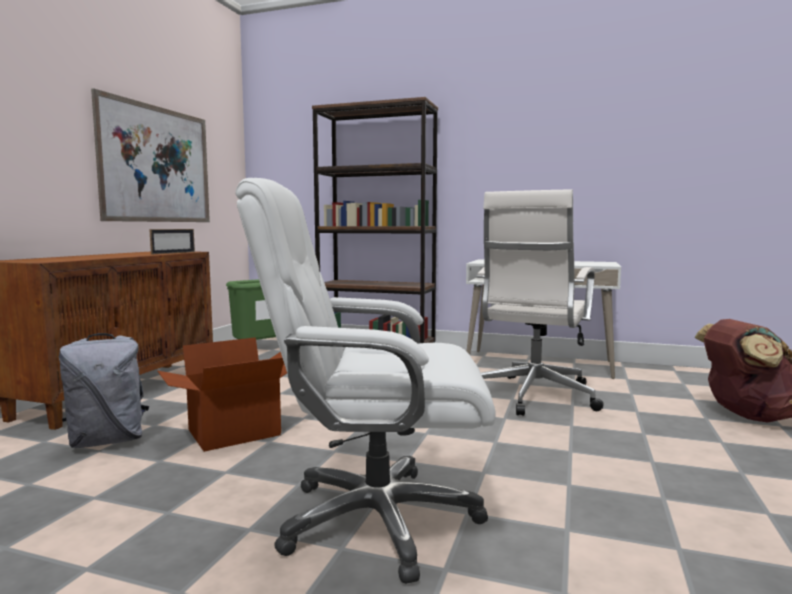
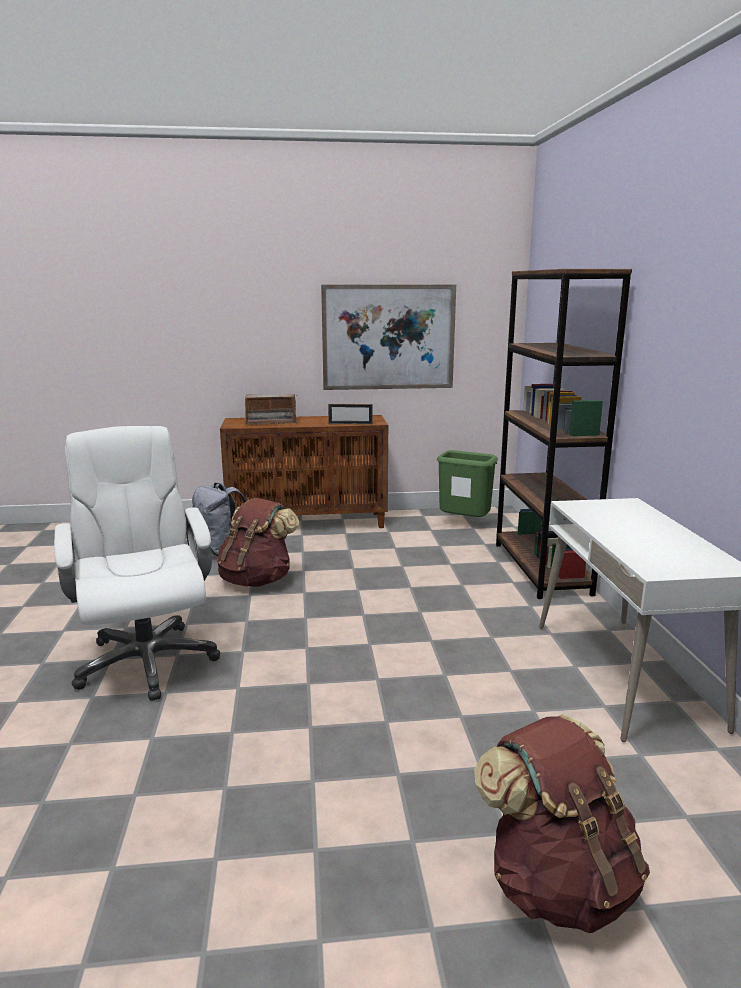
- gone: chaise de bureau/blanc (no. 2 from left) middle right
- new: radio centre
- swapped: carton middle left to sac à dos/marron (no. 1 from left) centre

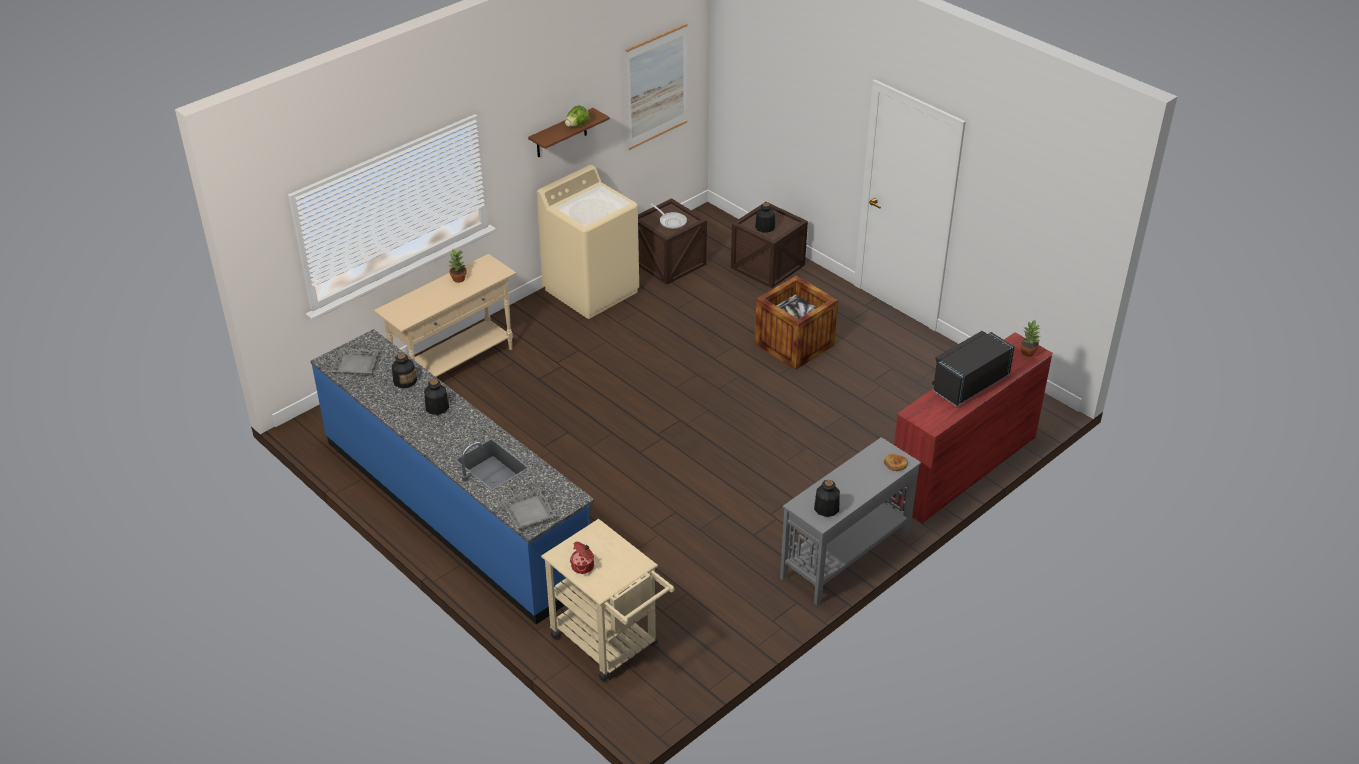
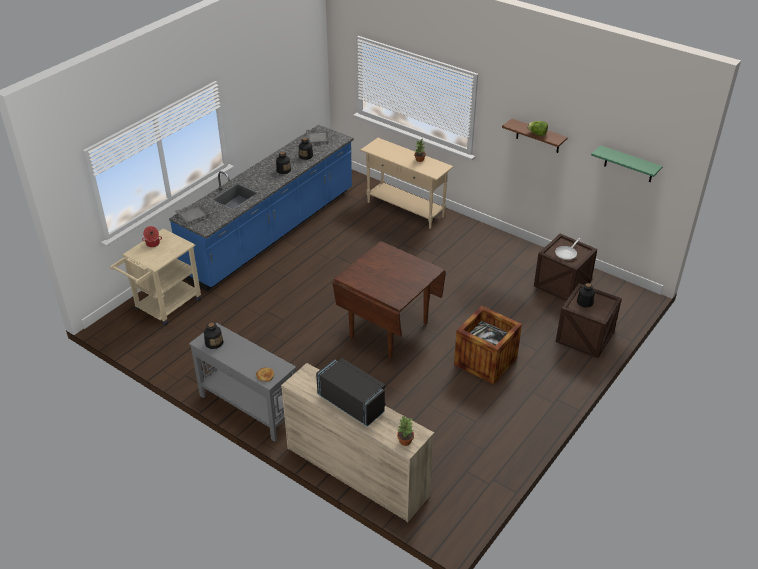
- gone: lave-linge/beige top centre
- new: table à manger/marron centre
- swapped: tableau top centre to étagère/vert top right
- repainted: commode/rouge middle right to commode/beige bottom centre

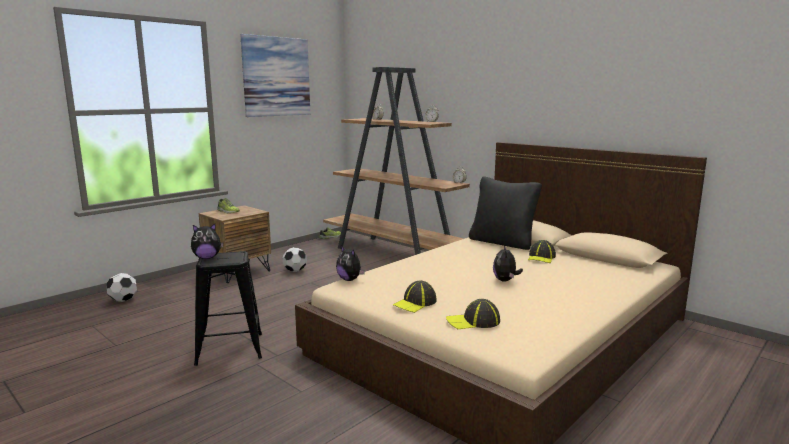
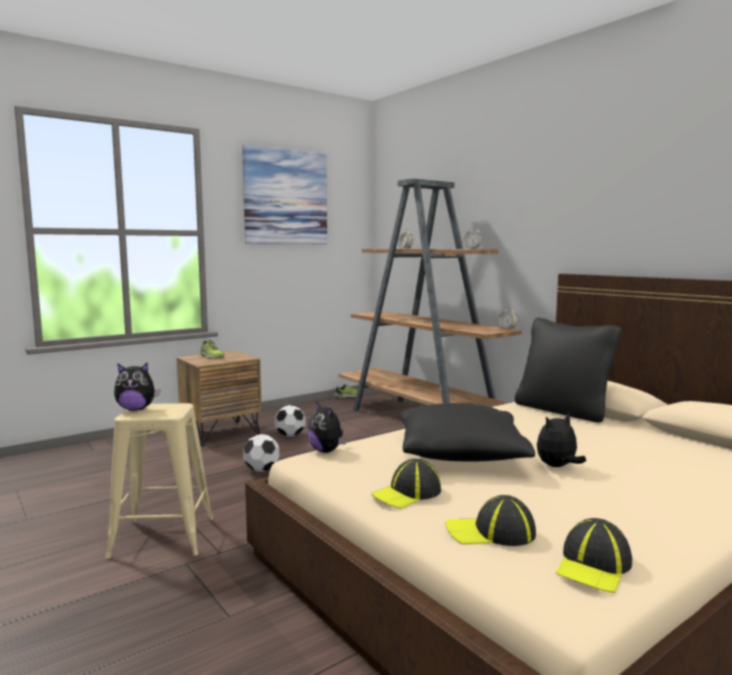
- new: coussin/noir (no. 1 from left) centre
- shifted: ballon de foot (no. 1 from left) middle left to bottom centre
- shifted: casquette (no. 3 from left) middle right to bottom right
- repainted: tabouret/noir bottom left to tabouret/beige bottom left
- rotated: peluche (no. 3 from left) centre = middle right 45 degrees clockwise

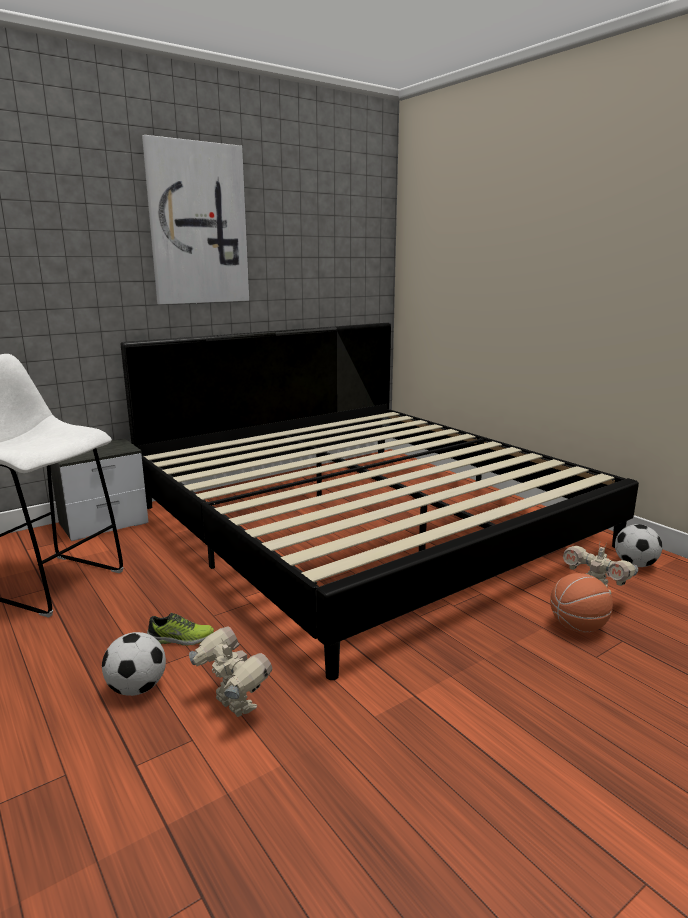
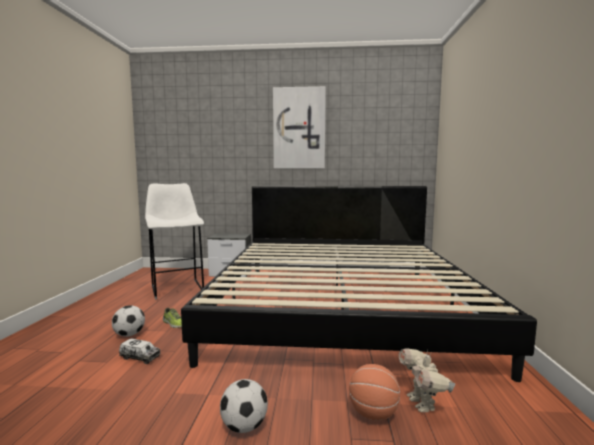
- shifted: ballon de foot (no. 2 from left) middle right to bottom centre
- swapped: robot jouet (no. 1 from left) bottom centre to camion jouet bottom left

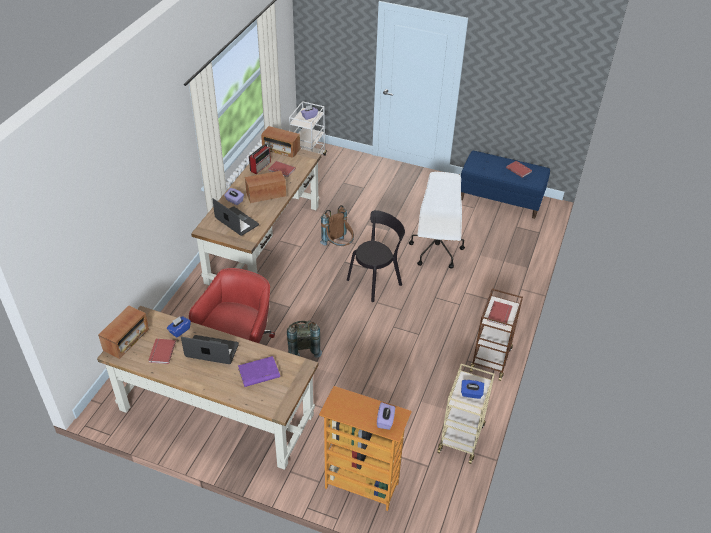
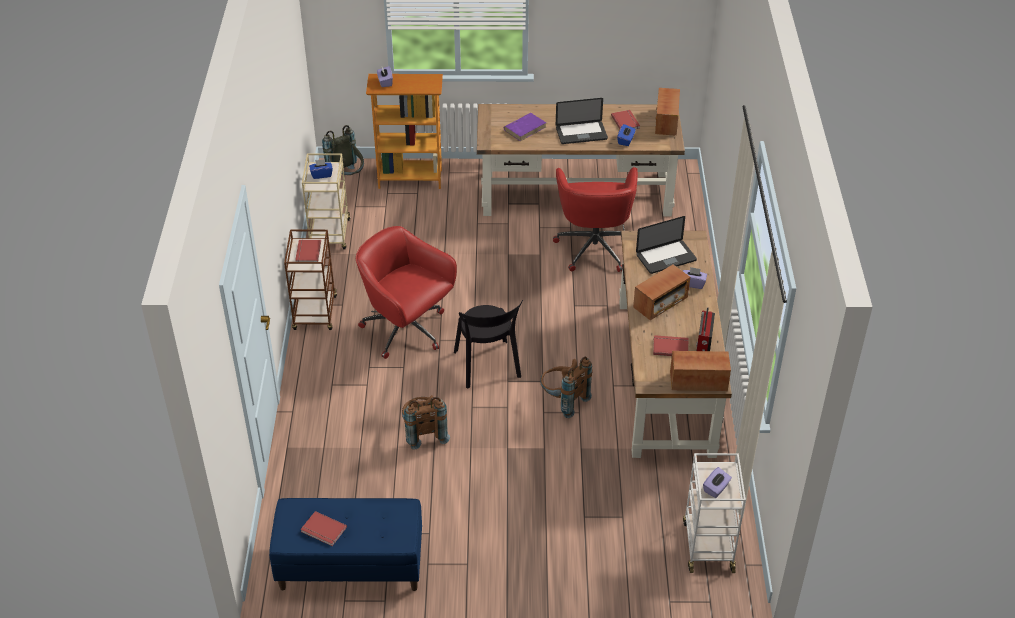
- new: chaise de bureau/rouge (no. 1 from left) centre
- shifted: sac à dos/gris centre to top centre
- swapped: chaise de bureau/blanc centre to sac à dos/marron (no. 1 from left) bottom centre
- rotated: ordinateur portable (no. 2 from left) middle left = centre 45 degrees counterclockwise
- rotated: chaise/noir centre = centre 45 degrees counterclockwise

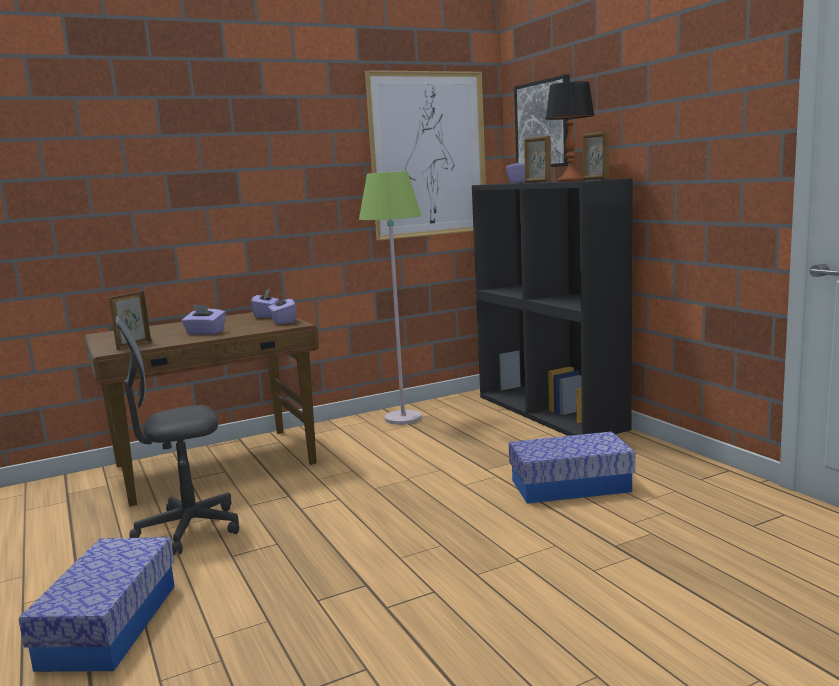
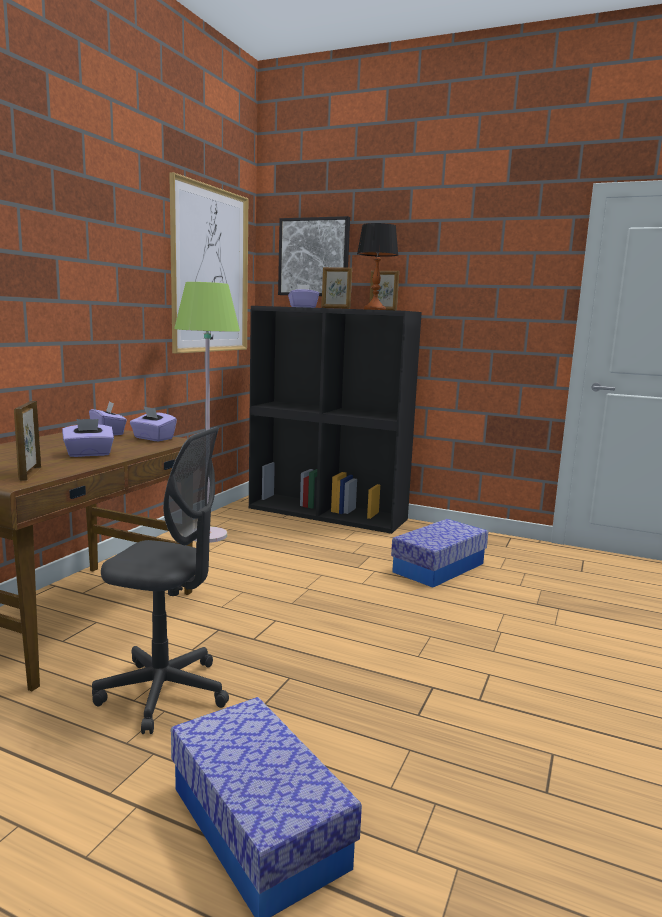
- rotated: chaise de bureau/gris middle left = middle left 105 degrees counterclockwise

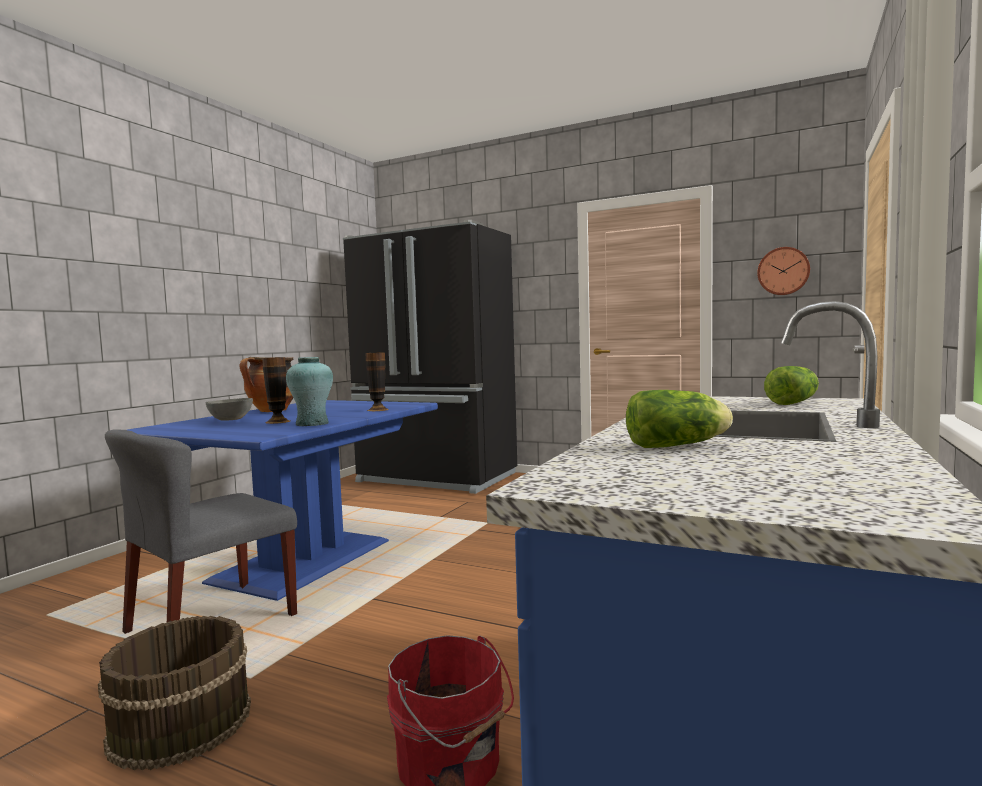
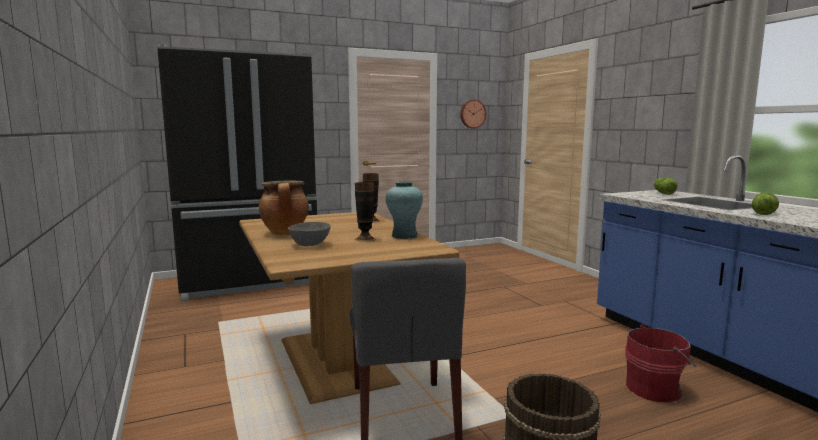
- repainted: table à manger/bleu middle left to table à manger/marron bottom centre

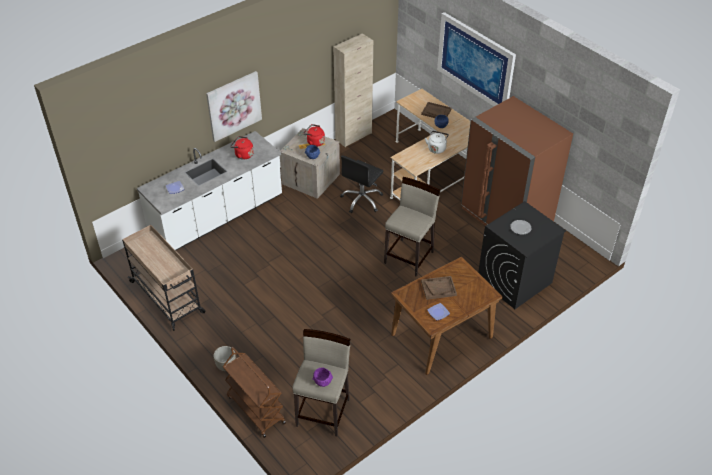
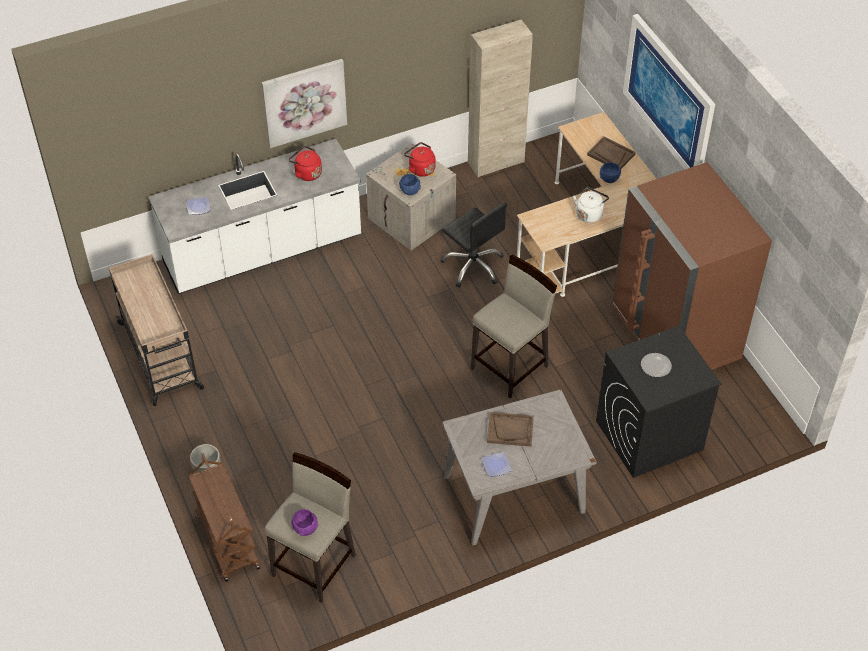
- repainted: table à manger/marron centre to table à manger/gris bottom centre
- rotated: chaise de bureau/noir centre = centre 90 degrees counterclockwise

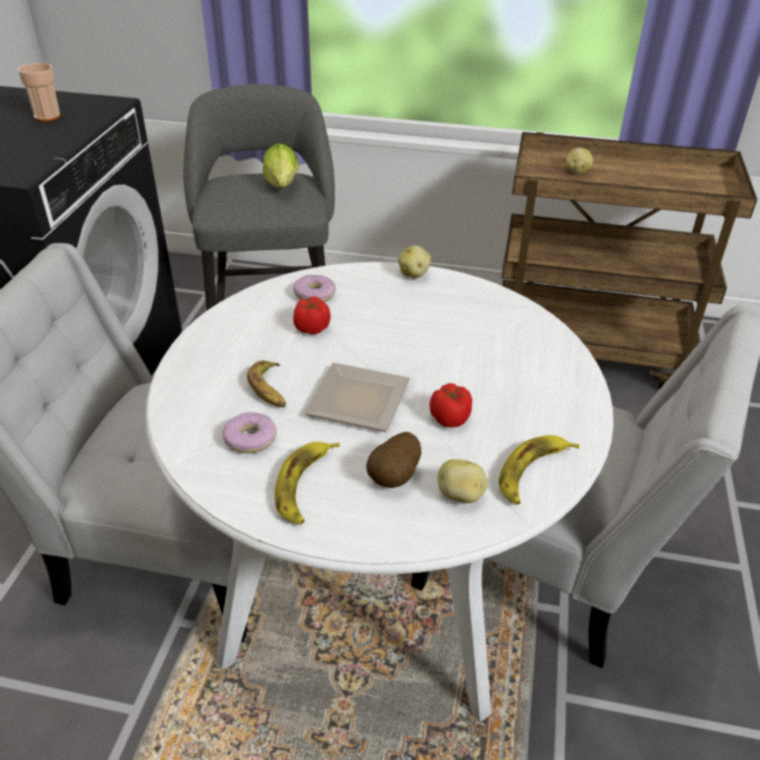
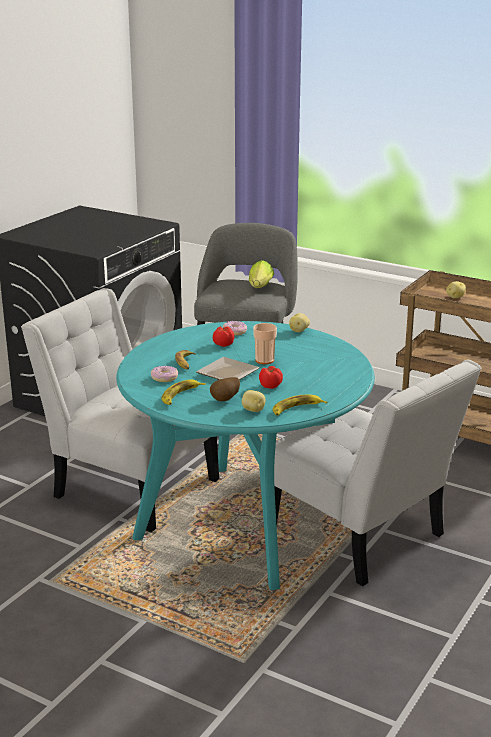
- shifted: tasse top left to centre
- repainted: table à manger/blanc centre to table à manger/turquoise centre

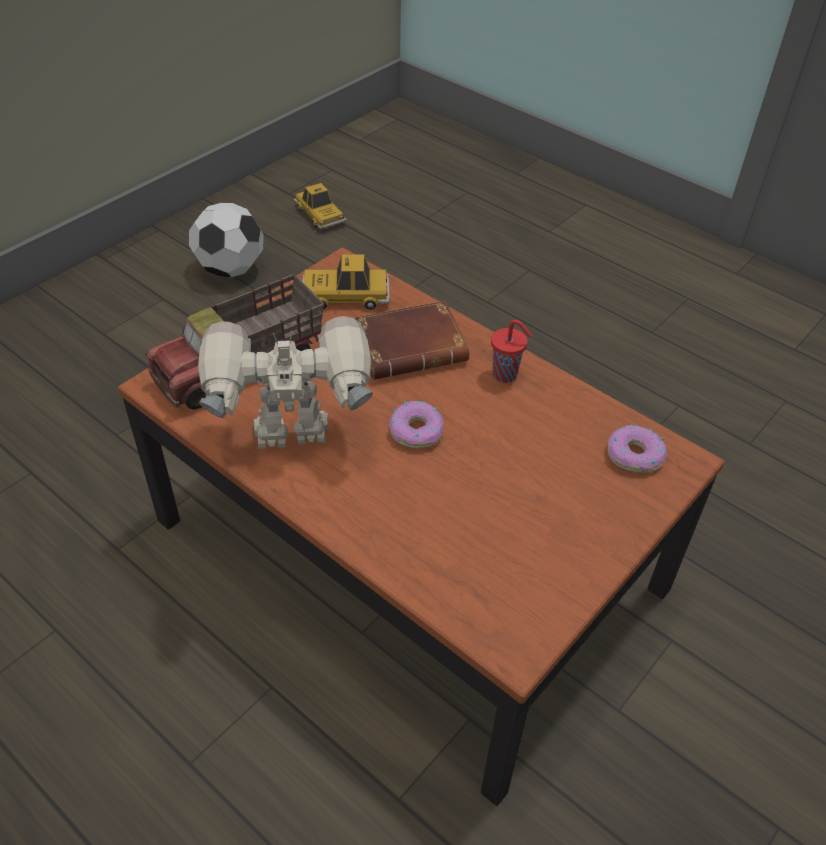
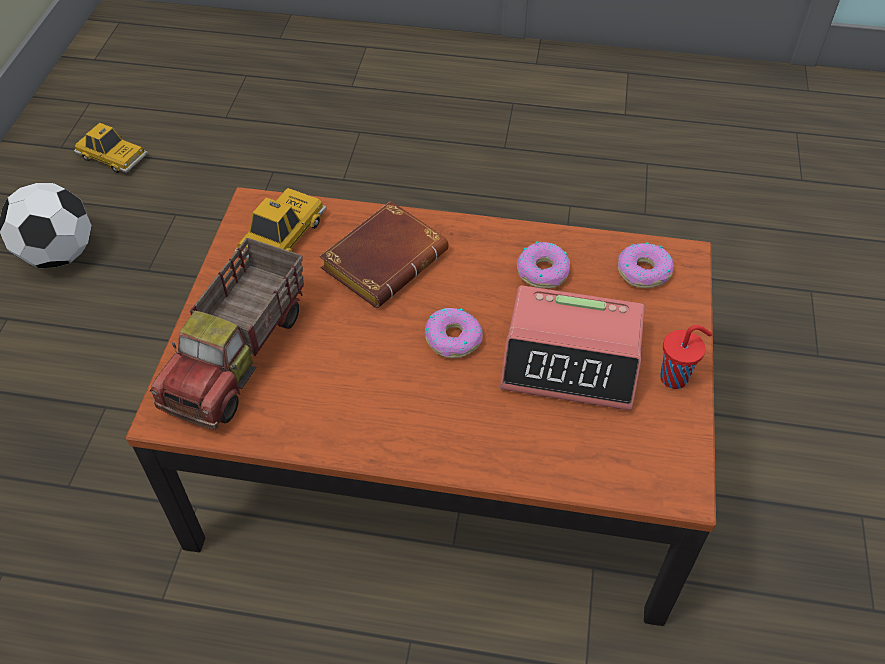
- gone: robot jouet centre
- new: réveil centre
- new: beignet (no. 2 from left) centre
- shifted: tasse/rouge centre to middle right
- rotated: petite voiture (no. 2 from left) centre = middle left 150 degrees clockwise

